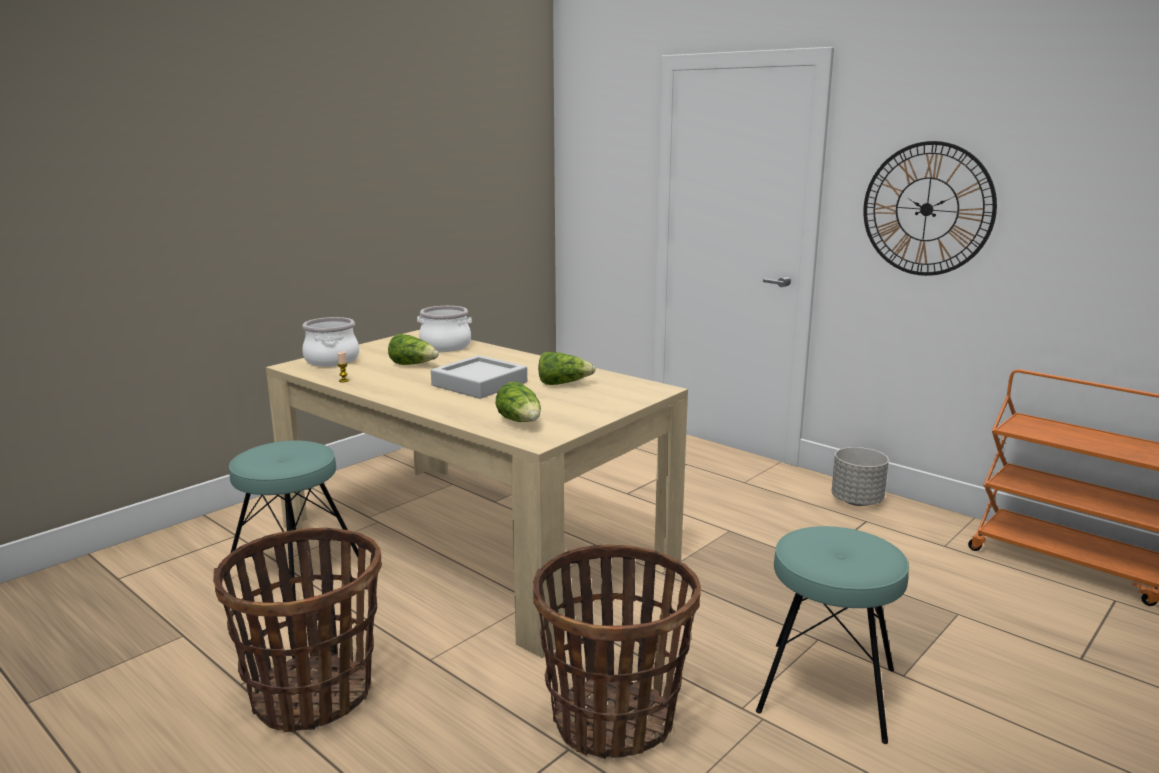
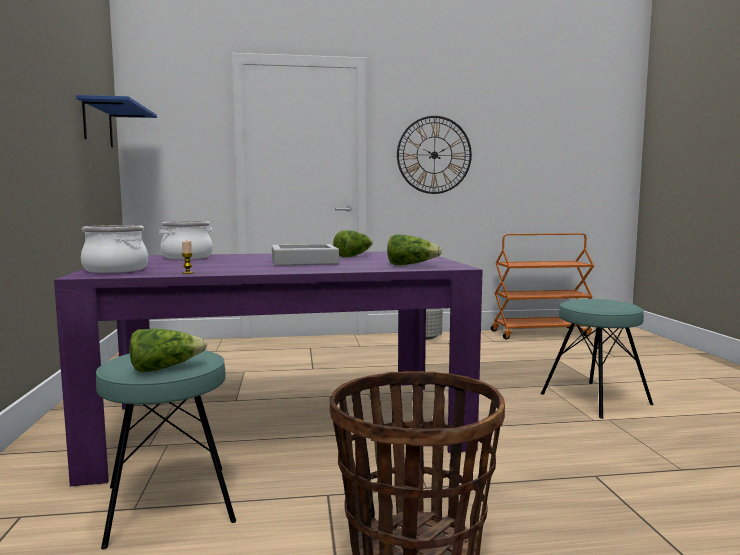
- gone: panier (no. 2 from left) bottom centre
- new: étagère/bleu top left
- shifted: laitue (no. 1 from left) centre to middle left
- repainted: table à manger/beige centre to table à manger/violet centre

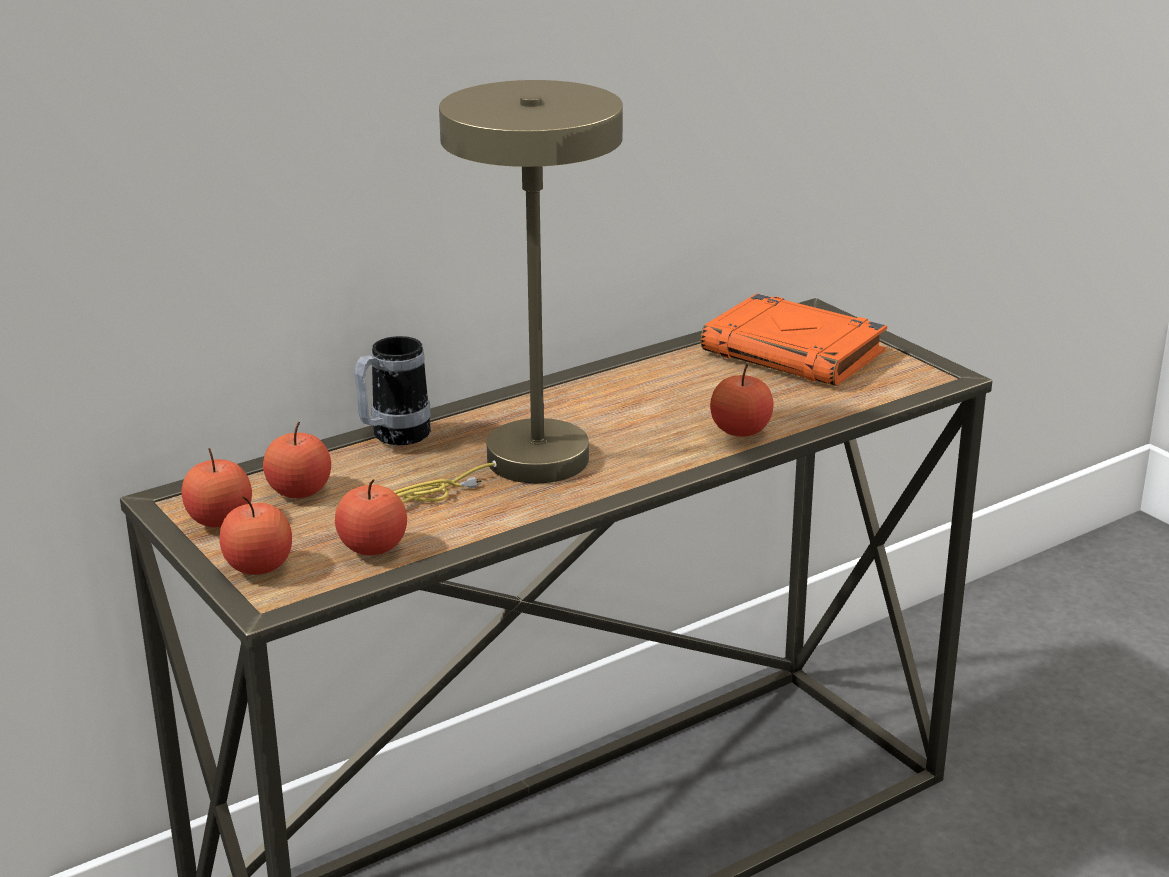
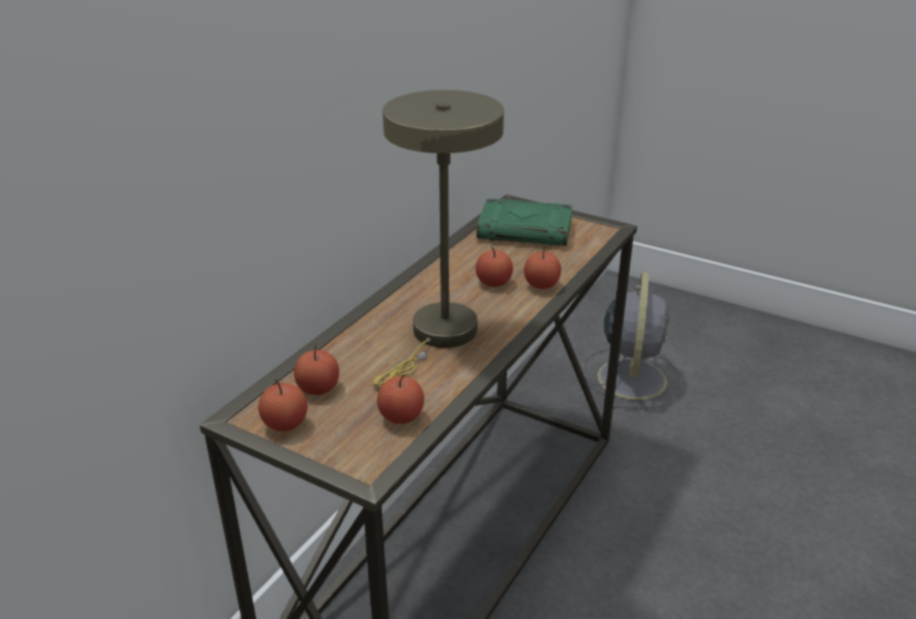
- gone: mug centre
- new: ventilateur/gris middle right
- shifted: pomme (no. 2 from left in the first image) middle left to pomme (no. 4 from left) centre
- repainted: livre/orange middle right to livre/vert centre

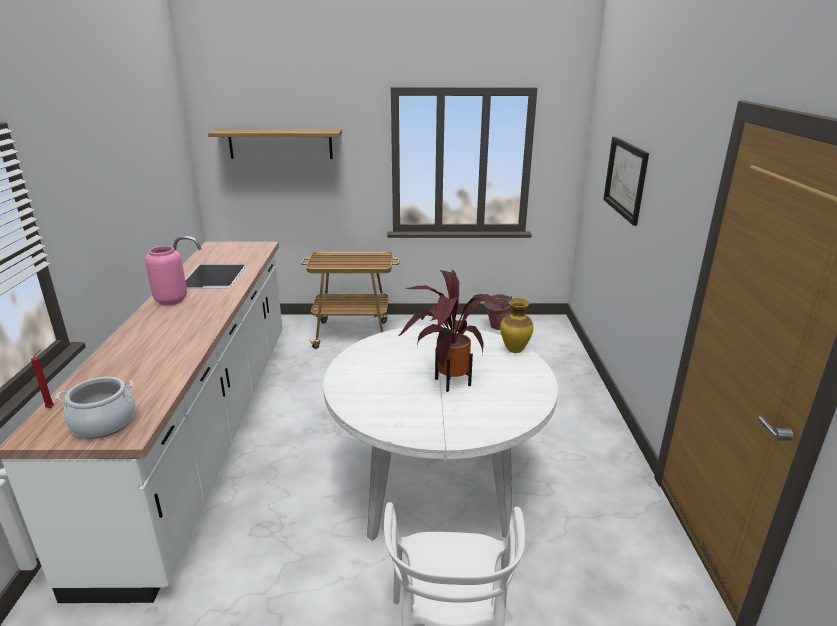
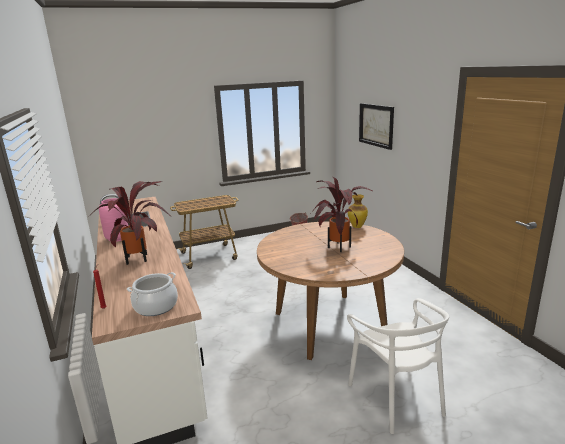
- gone: étagère top left
- new: plante en pot (no. 1 from left) middle left
- repainted: table à manger/blanc bottom centre to table à manger/marron centre

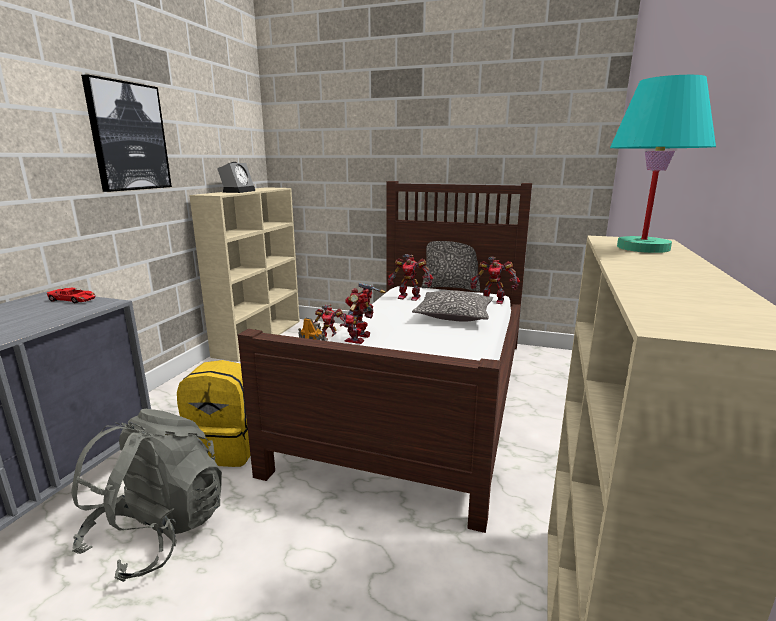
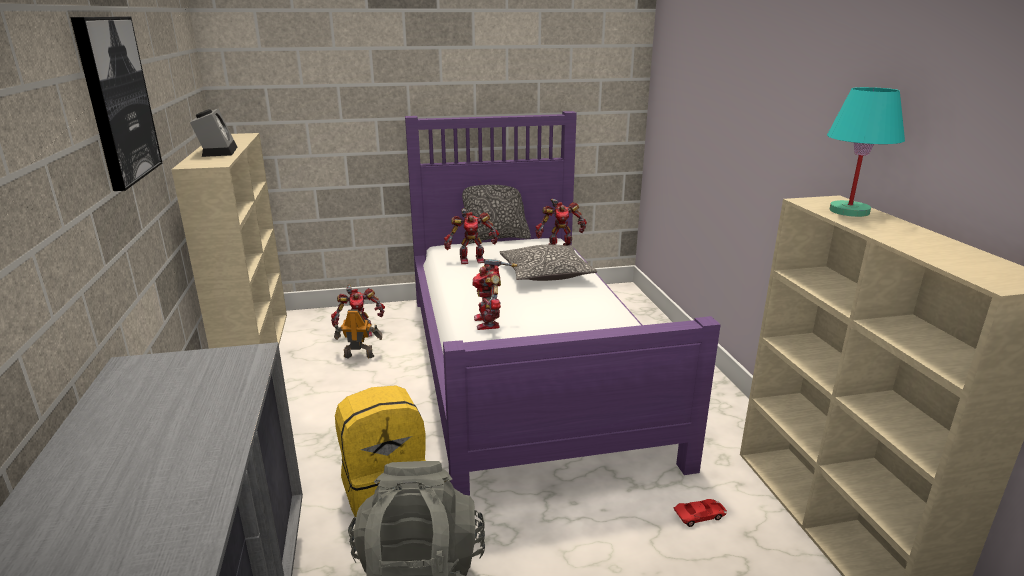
- shifted: petite voiture/rouge middle left to bottom right
- repainted: lit/marron centre to lit/violet centre

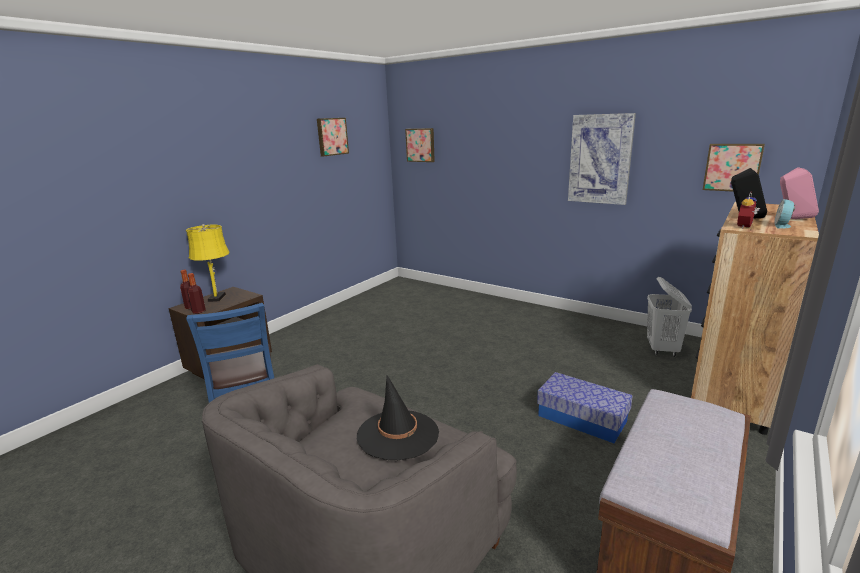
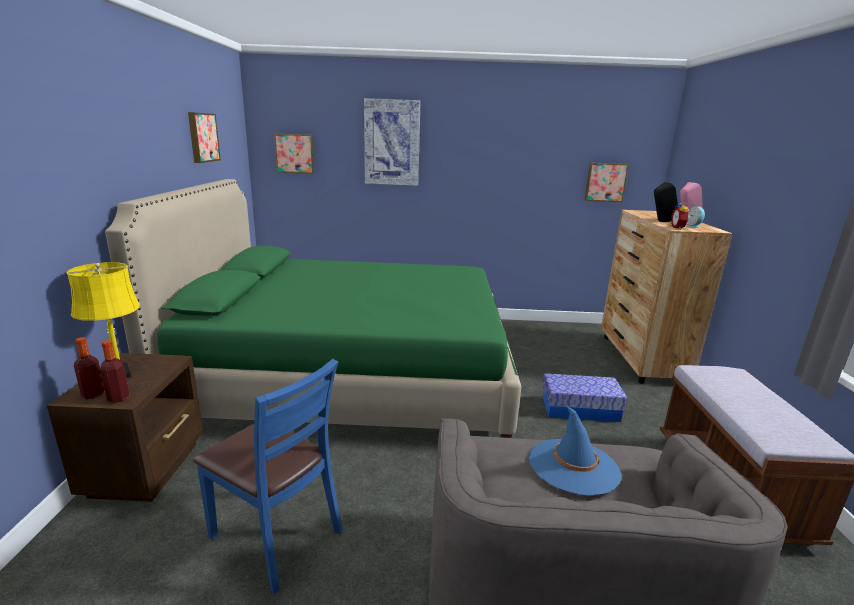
- gone: panier à linge/blanc middle right
- new: lit/vert centre
- shifted: tableau (no. 3 from left) top right to top centre
- repainted: chapeau/noir bottom centre to chapeau/bleu bottom right

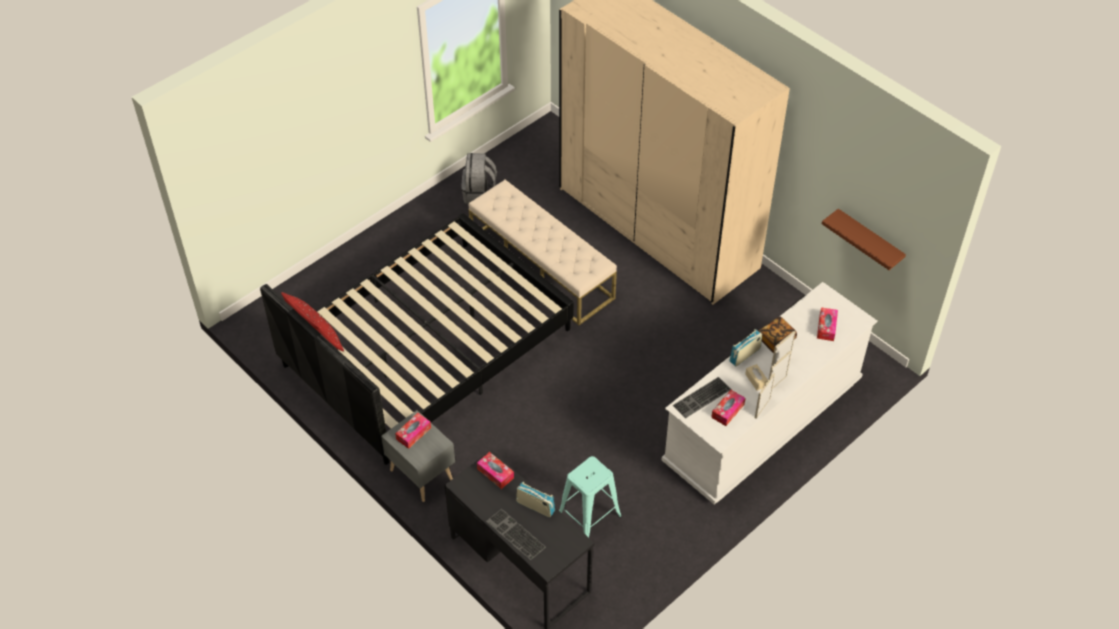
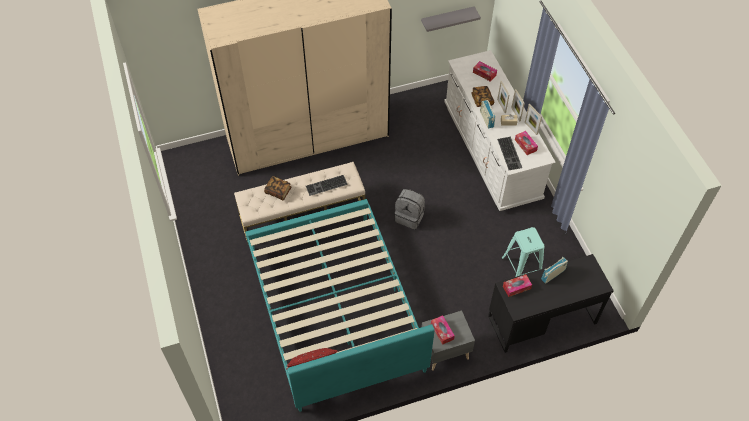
- new: livre (no. 1 from left) centre
- shifted: sac à dos/gris top centre to centre
- shifted: clavier (no. 1 from left) bottom centre to centre
- repainted: lit/noir centre to lit/turquoise bottom centre
- repainted: étagère/marron middle right to étagère/gris top centre

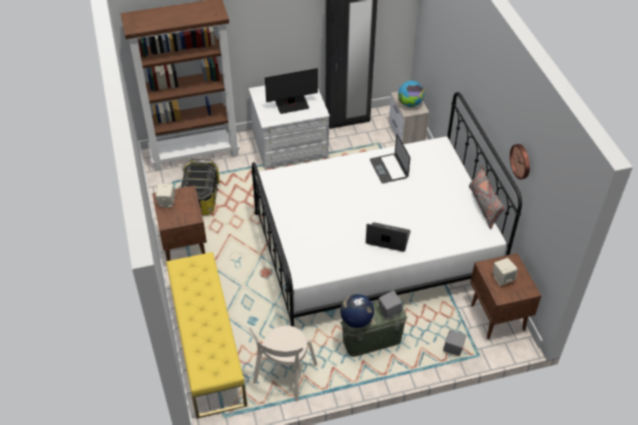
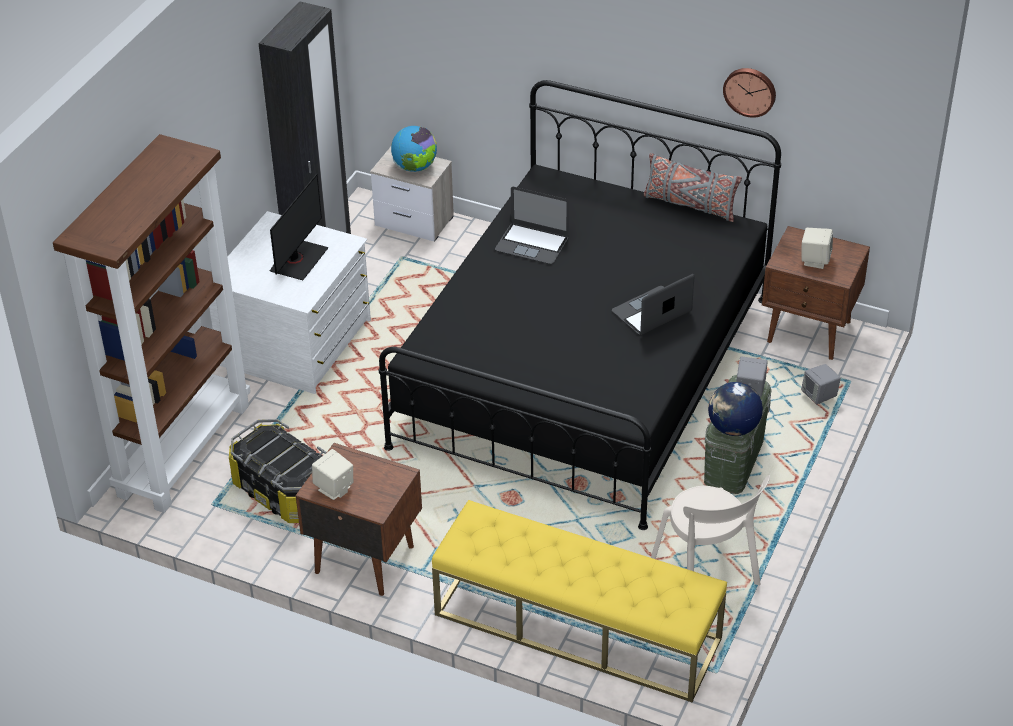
- repainted: lit/blanc centre to lit/noir centre

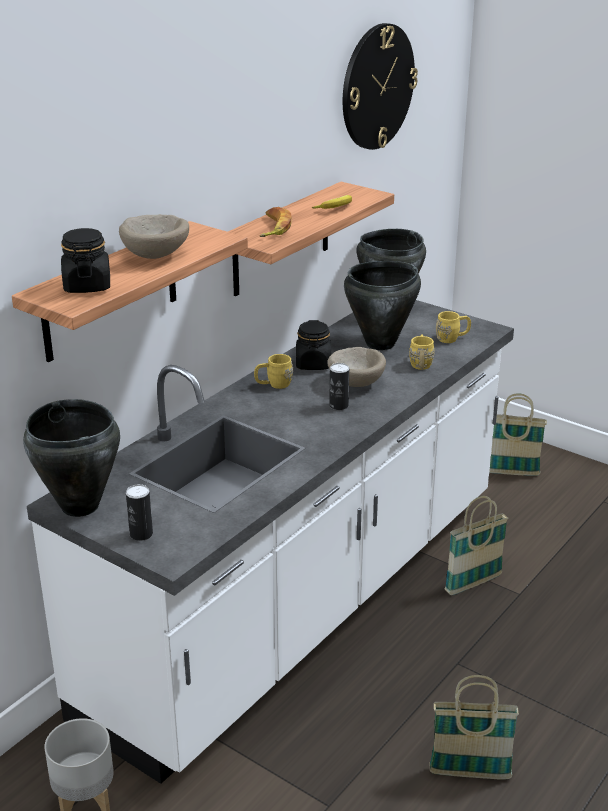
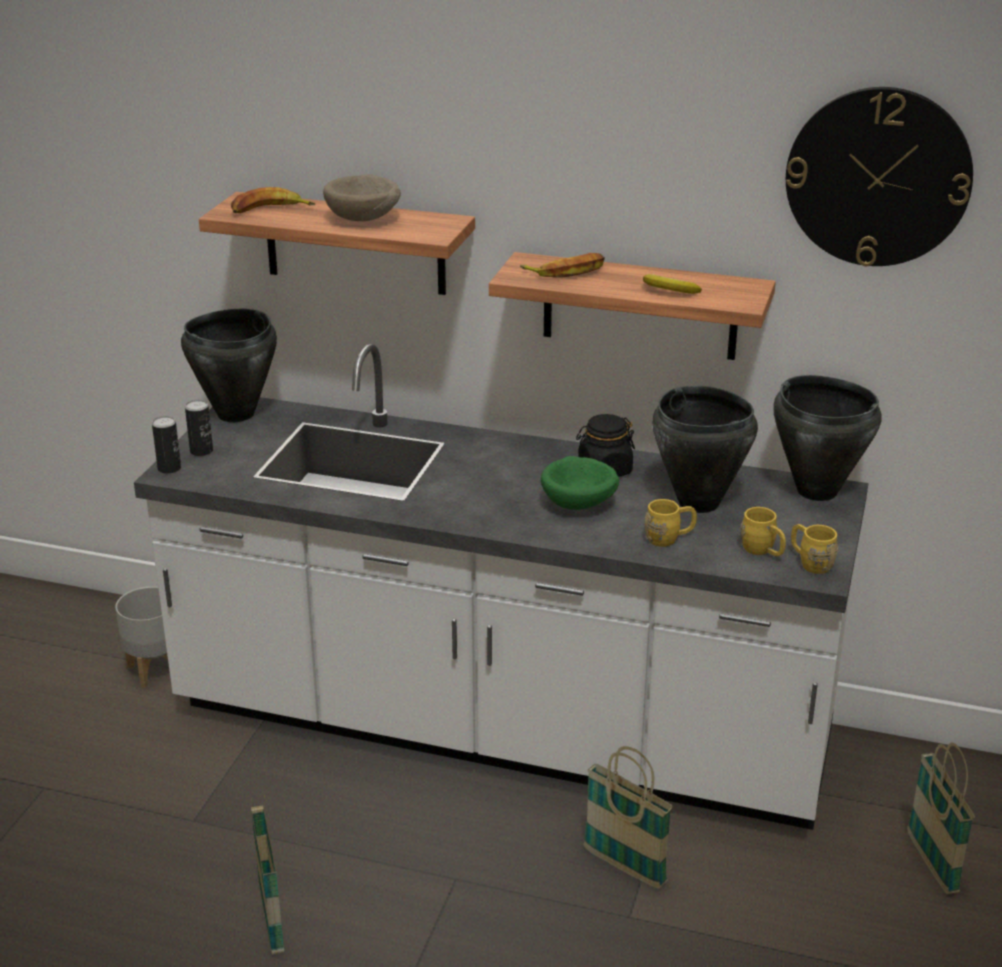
- shifted: mug/jaune (no. 1 from left in the first image) centre to mug/jaune (no. 3 from left) middle right
- shifted: boîte métallique (no. 2 from left in the first image) centre to boîte métallique (no. 1 from left) middle left
- swapped: bocal/noir (no. 1 from left) top left to banane (no. 1 from left) top left
- repainted: bol/beige (no. 2 from left) centre to bol/vert centre

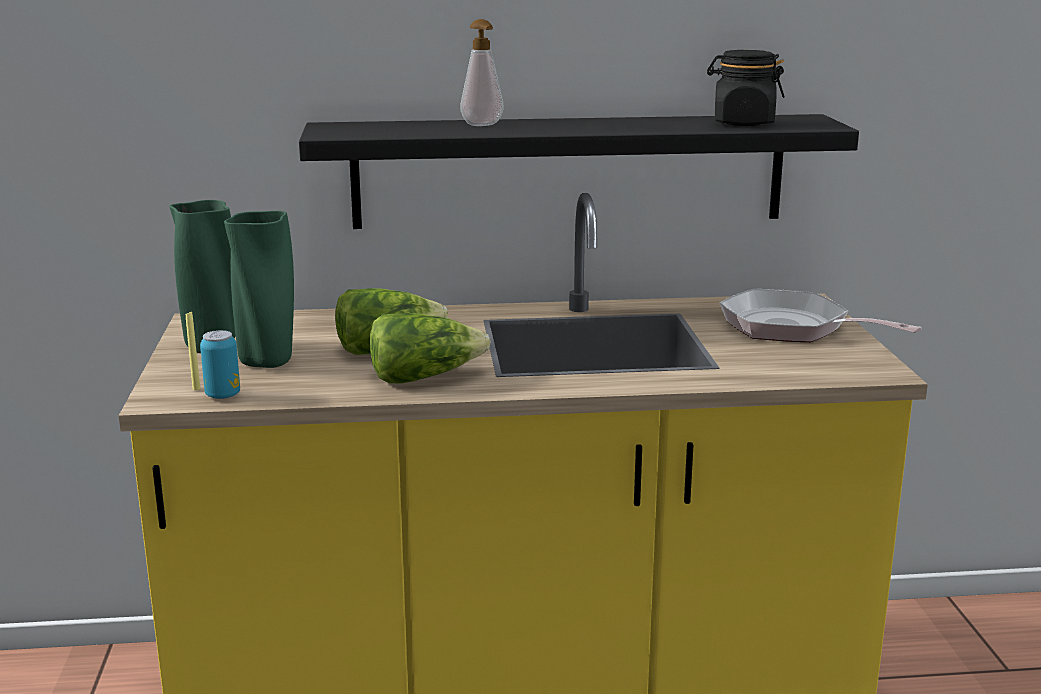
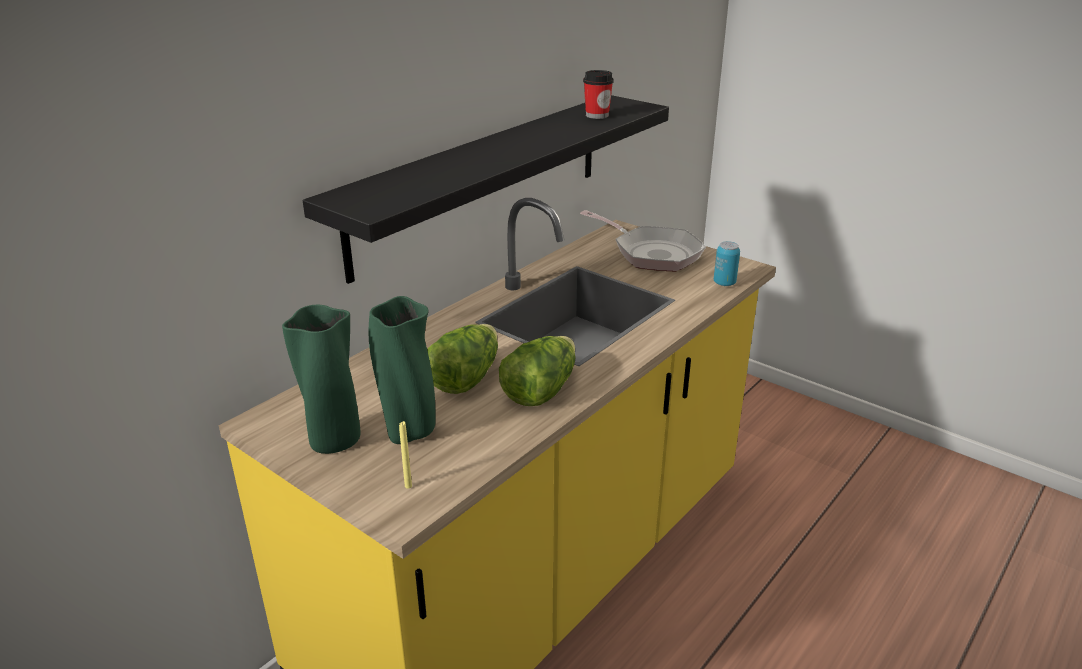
- gone: distributeur de savon top centre
- shifted: boîte métallique middle left to middle right
- swapped: bocal/noir top right to tasse top centre
- rotated: poêle middle right = centre 135 degrees counterclockwise

